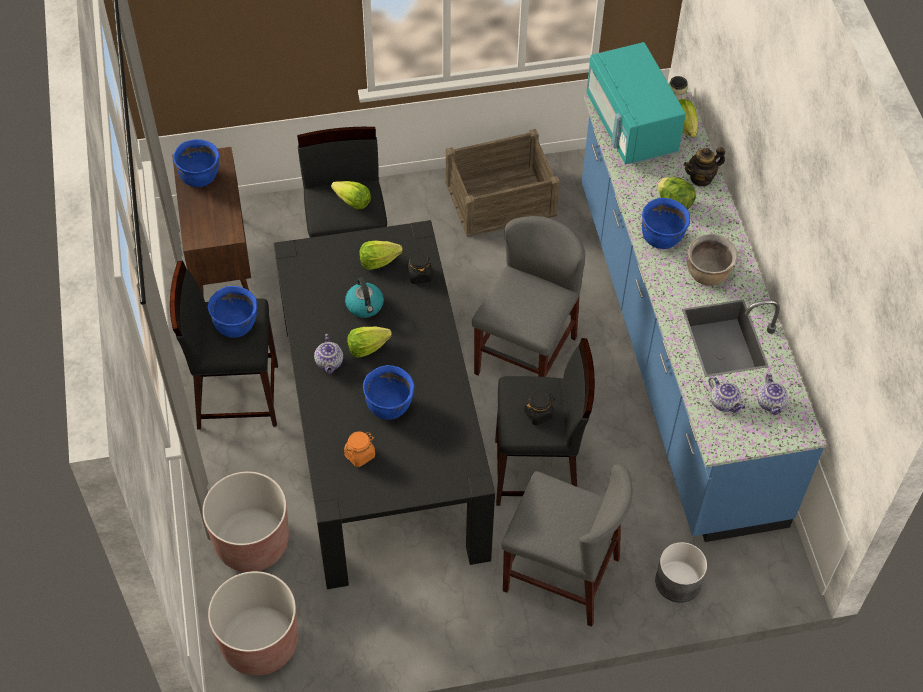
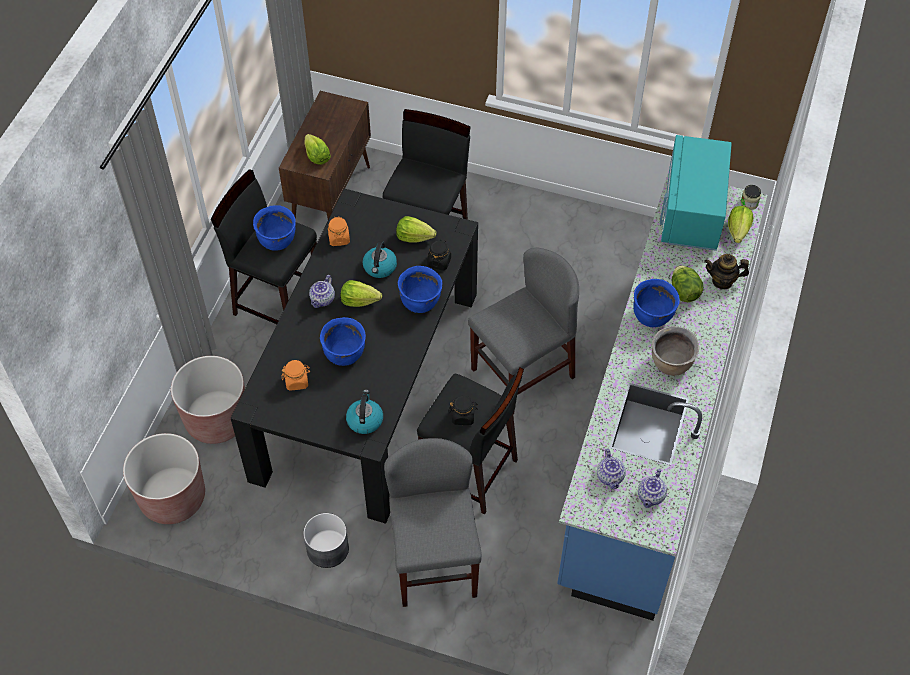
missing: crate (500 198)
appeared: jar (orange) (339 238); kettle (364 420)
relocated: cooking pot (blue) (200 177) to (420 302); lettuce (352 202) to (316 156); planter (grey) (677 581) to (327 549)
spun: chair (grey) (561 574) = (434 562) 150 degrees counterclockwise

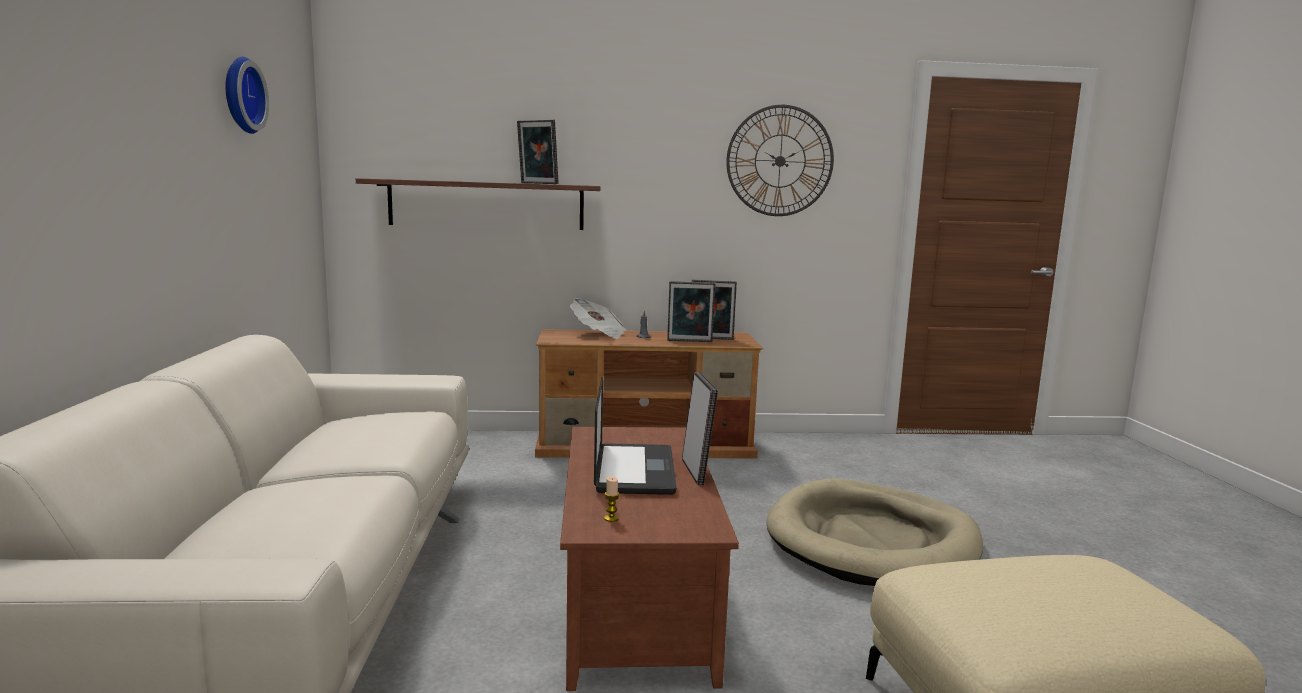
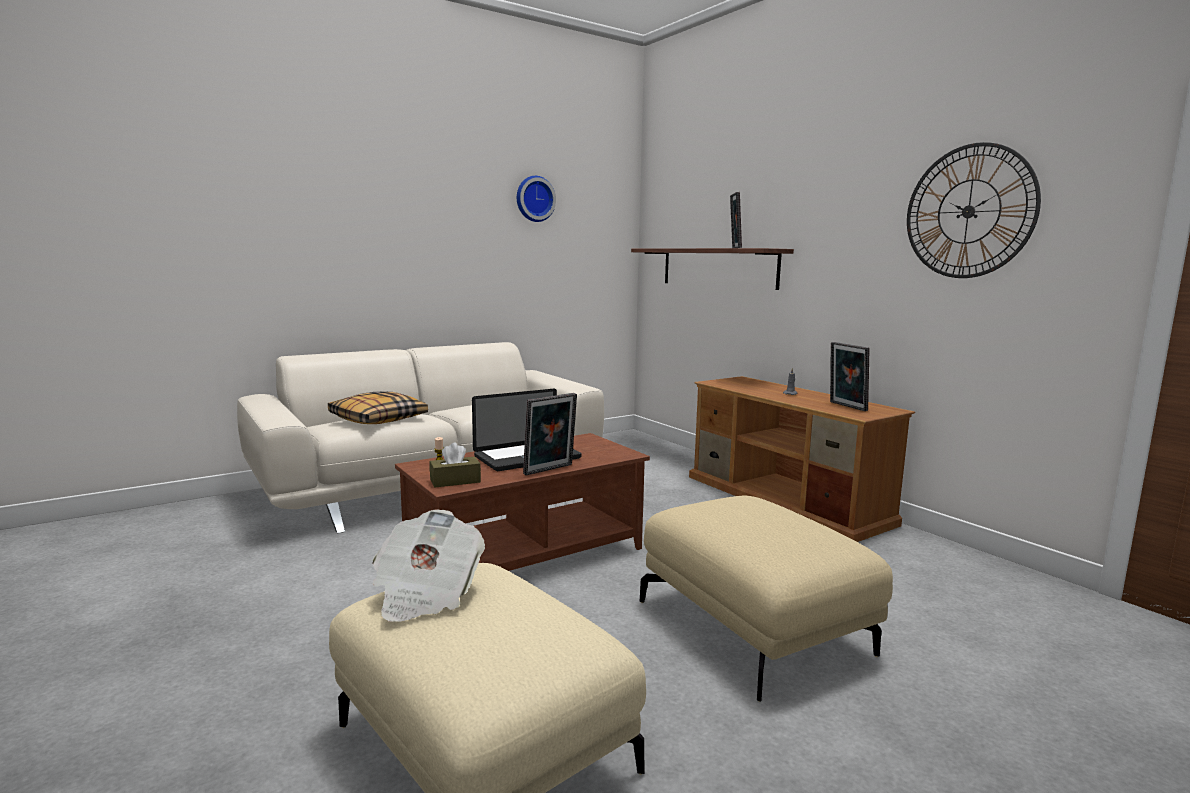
missing: picture frame (689 341)
appeared: pillow (377 419); tissue box (brown) (455 481)
relocated: newspaper (598 334) to (426 593)
exchanged: dog bed (beige) (872 541) to ottoman (beige) (755 627)

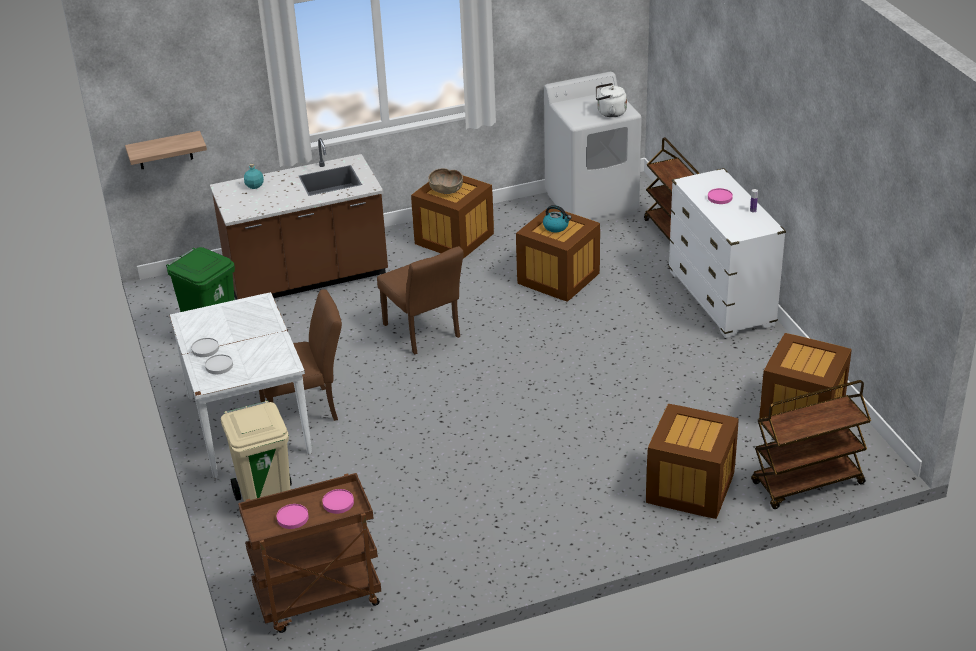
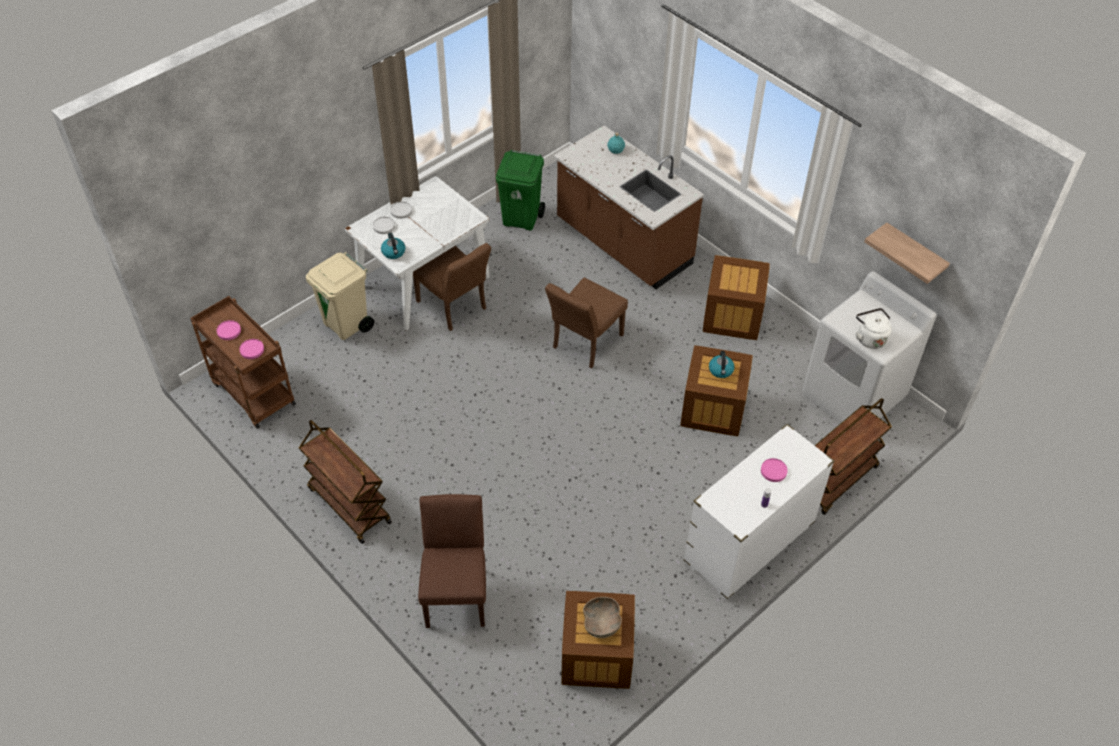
appeared: kettle (394 252)
relocated: shelf (165 150) to (914 253); bowl (brown) (446 190) to (602 624); cart (brown) (807 484) to (348 505)
exchanged: crate (690 488) to chair (brown) (456 591)

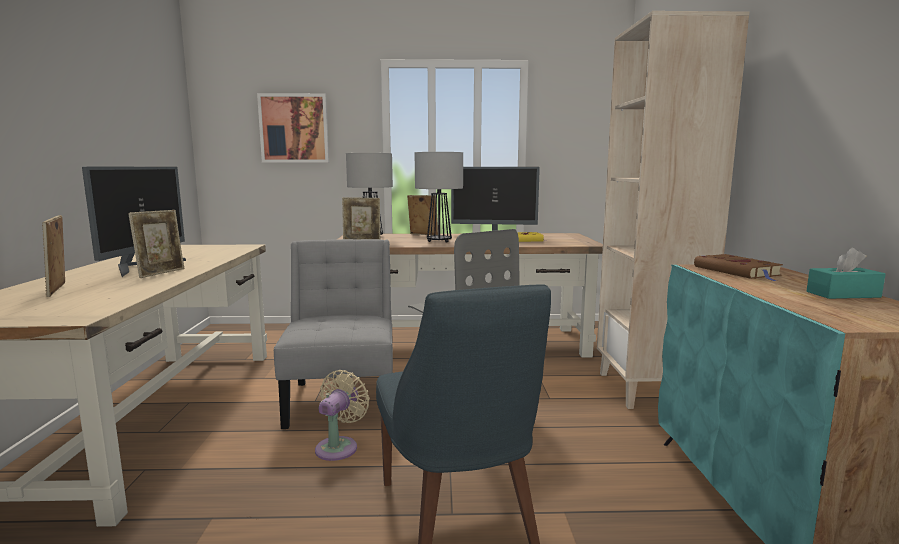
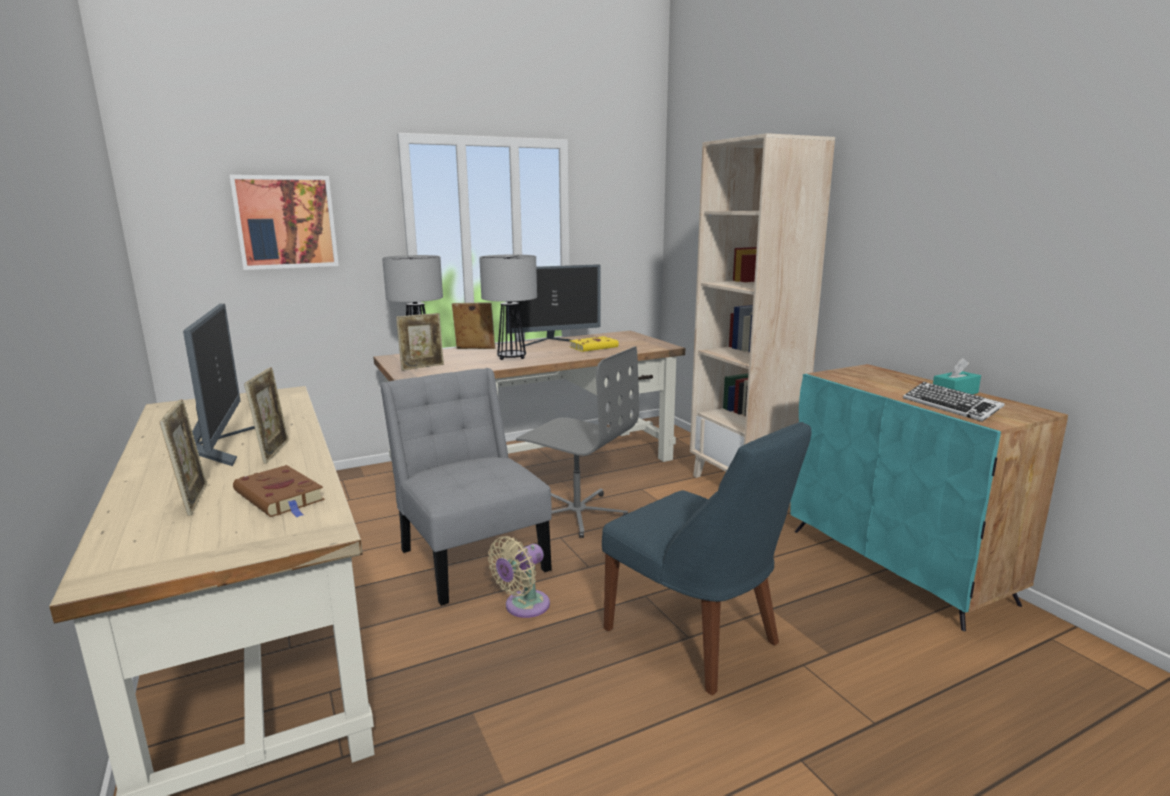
appeared: keyboard (950 407)
relocated: book (brown) (738 272) to (281 497)
spun: picture frame (59 290) = (193 500) 150 degrees counterclockwise; fan (beige) (339 446) = (523 607) 135 degrees counterclockwise

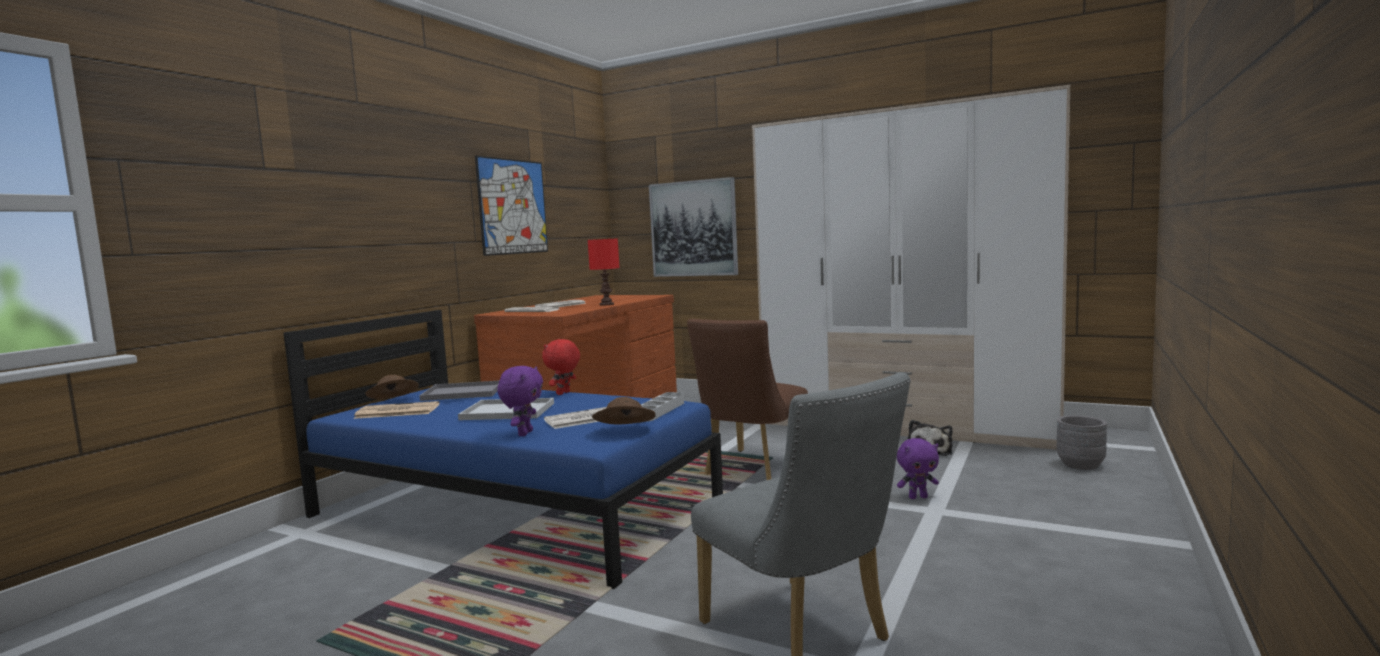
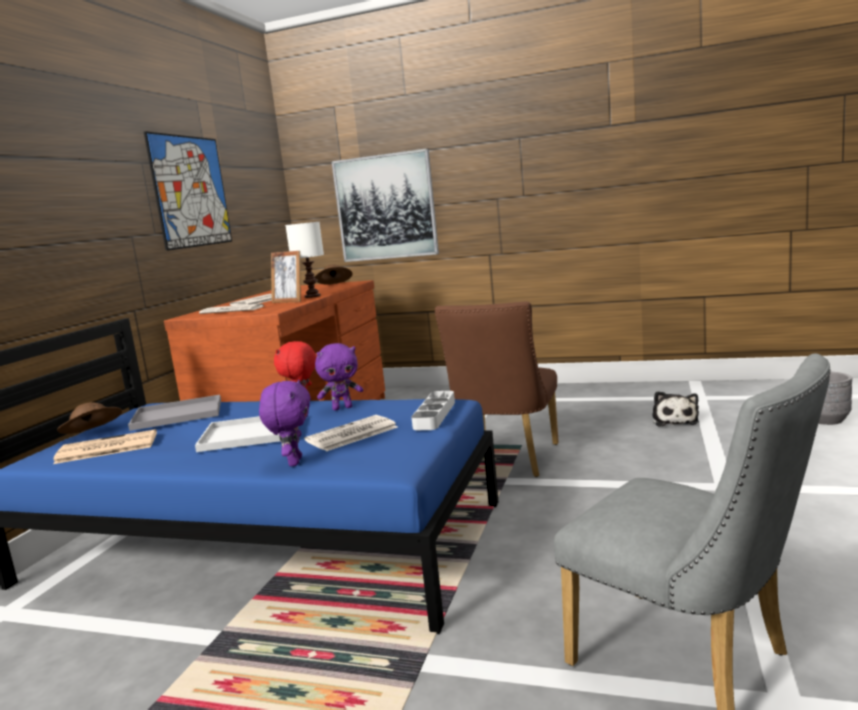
missing: wardrobe (908 425)
appeared: picture frame (289 301)
relocated: hat (brown) (624 431) to (334 285); plush toy (purple) (918 497) to (342 408)
colour: table lamp (red) (606 304) to table lamp (white) (312 296)

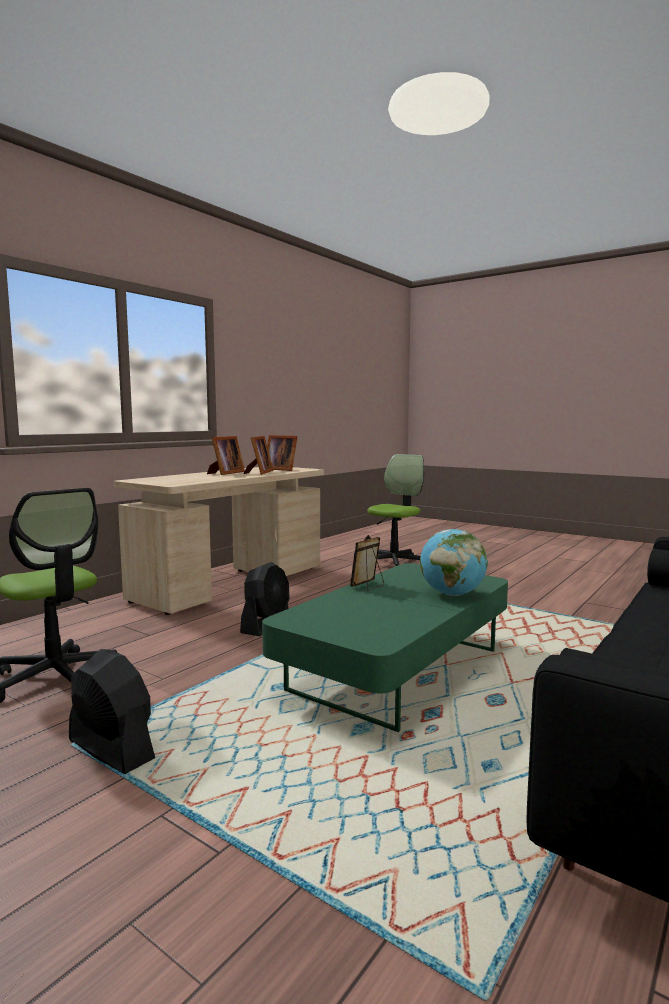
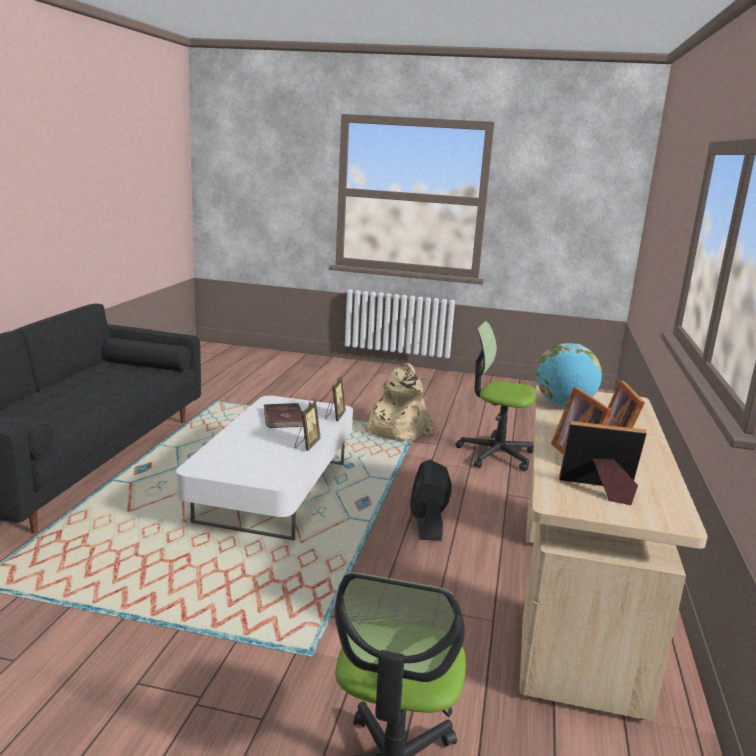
appeared: book (brown) (283 418); picture frame (334 417)
relocated: globe (452 594) to (564 405)
exchanged: fan (black) (110 749) to backpack (beige) (396 429)
colour: coffee table (green) (397 670) to coffee table (white) (274 491)

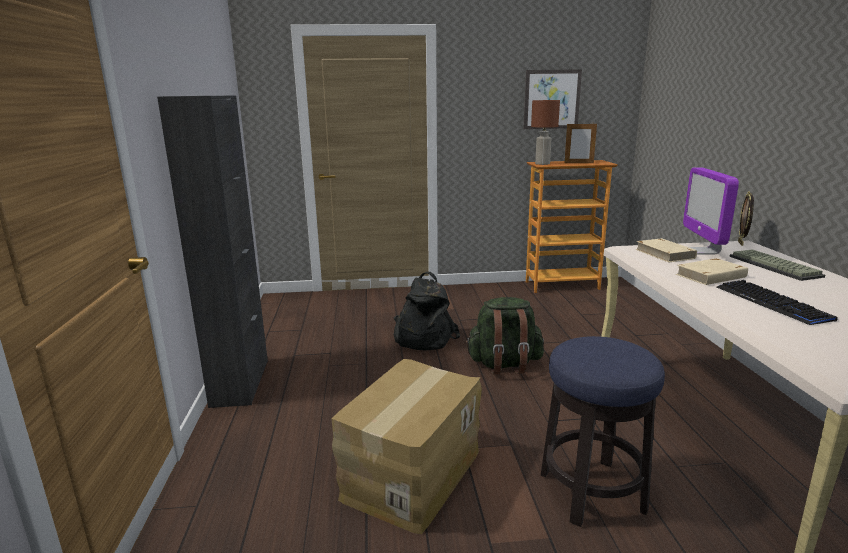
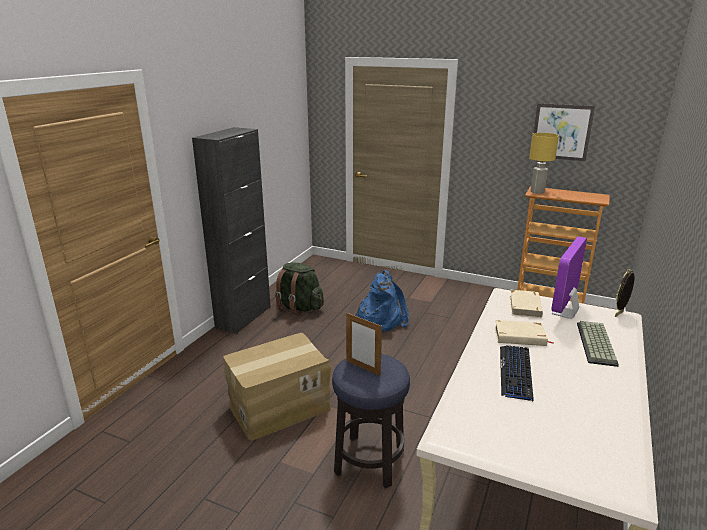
relocated: backpack (green) (504 364) to (299 308); picture frame (579 163) to (363 368)
colour: backpack (black) (422 338) to backpack (blue) (381 319); table lamp (brown) (542 164) to table lamp (yellow) (537 192)

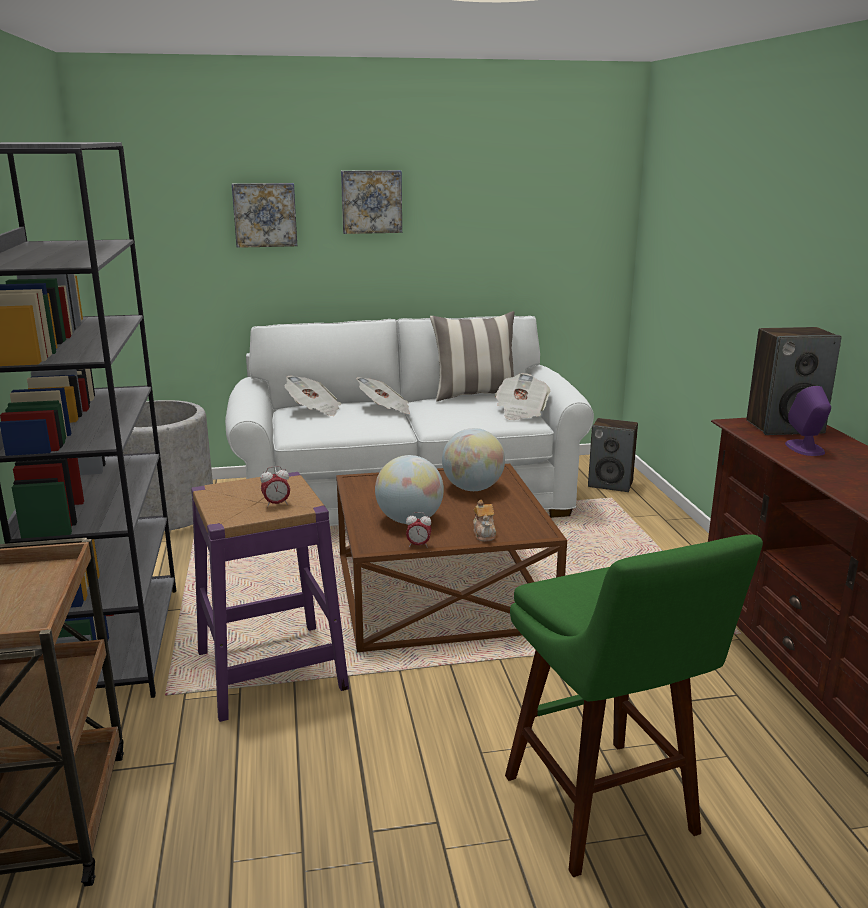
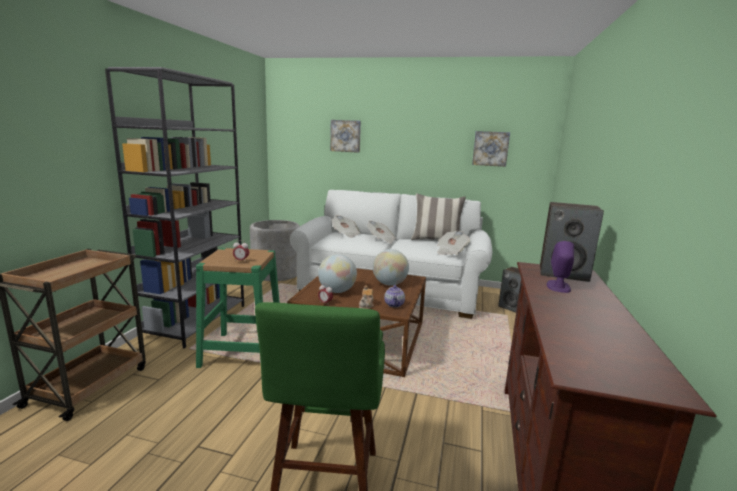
appeared: teapot (394 305)
relocated: picture (371 201) to (490 148)
colour: stool (purple) (271 669) to stool (green) (242 351)

